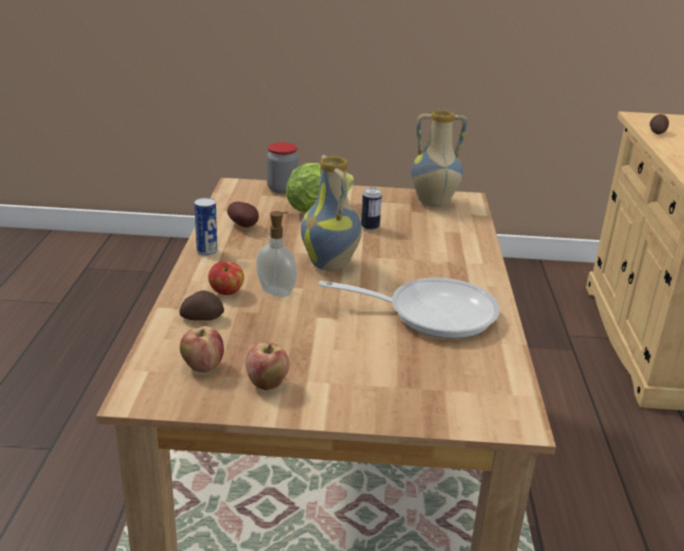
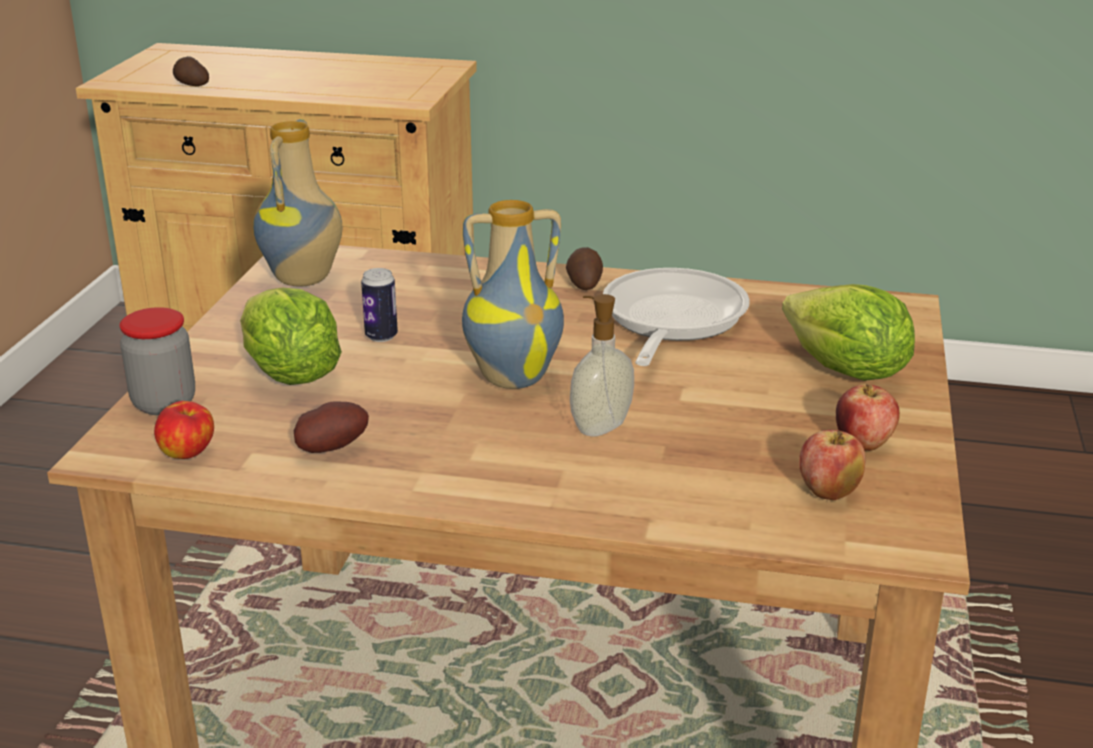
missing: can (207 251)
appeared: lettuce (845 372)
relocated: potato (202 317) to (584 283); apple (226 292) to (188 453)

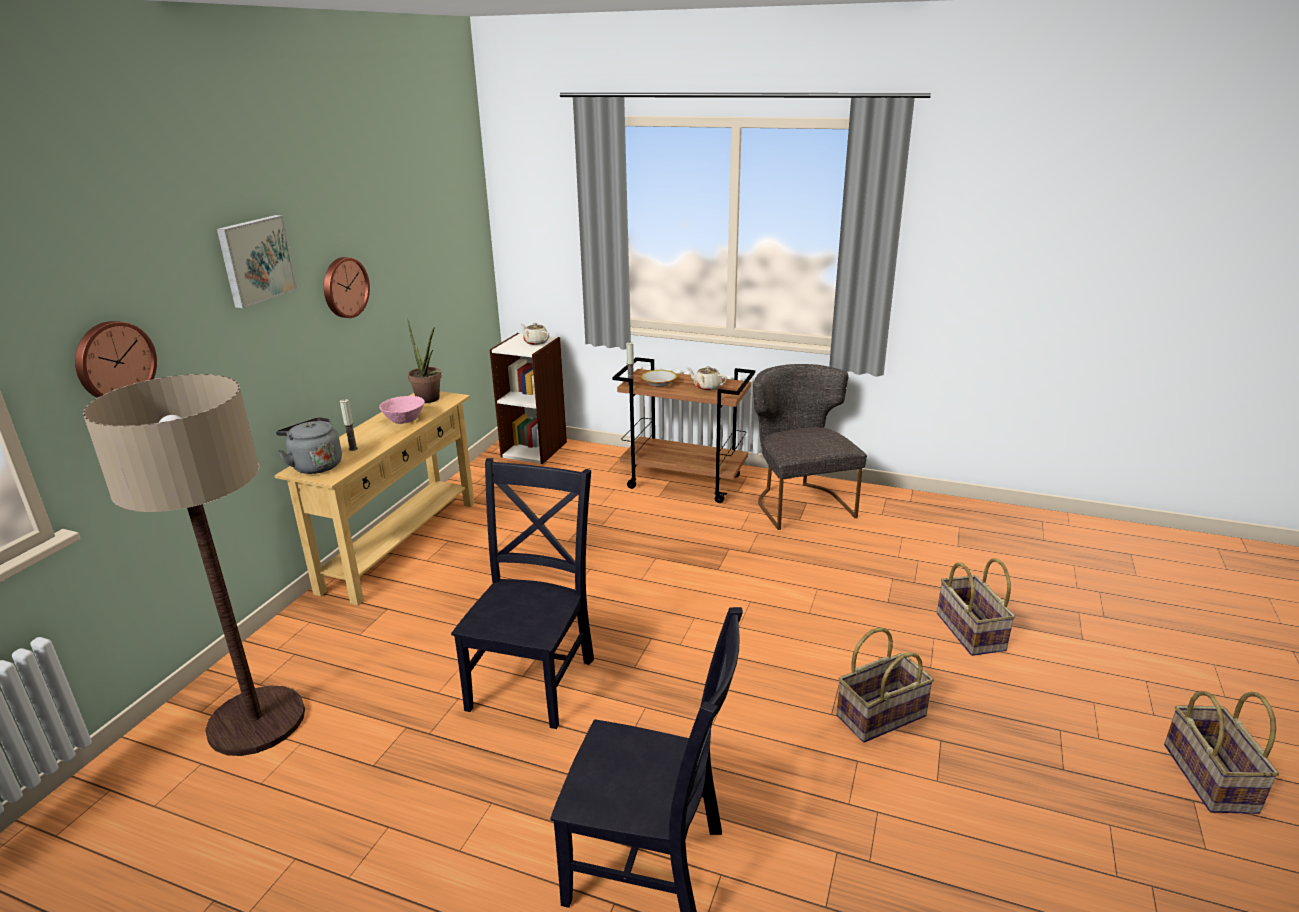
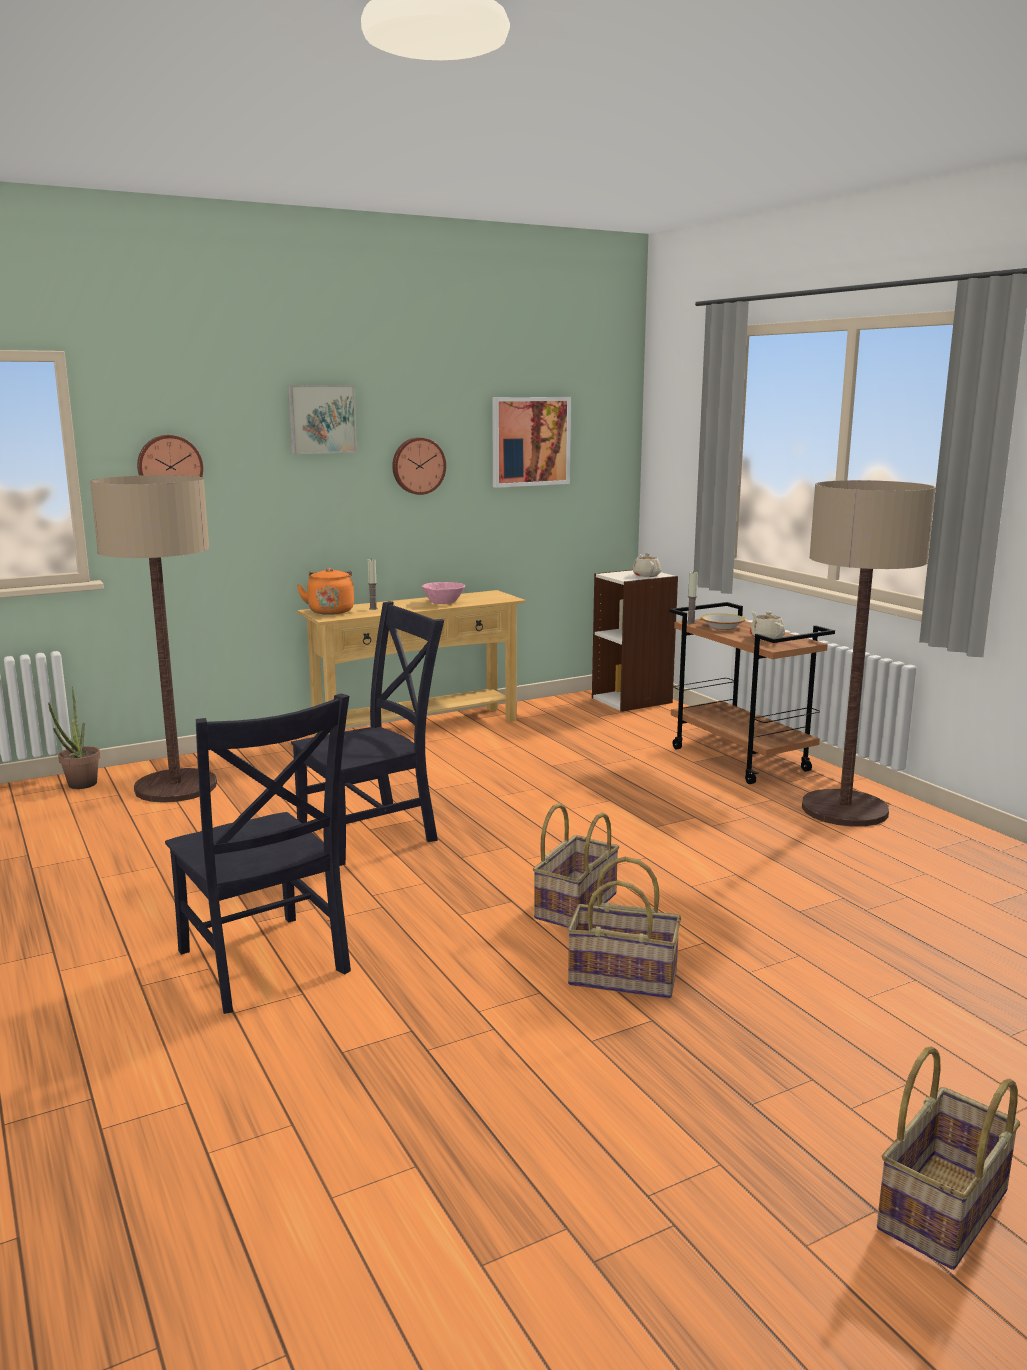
appeared: picture (530 441)
relocated: potted plant (430 400) to (79 786); basket (968 631) to (575 905)
exchanged: chair (grey) (799 502) to floor lamp (844 810)
colour: kettle (grey) (315 465) to kettle (orange) (330 611)

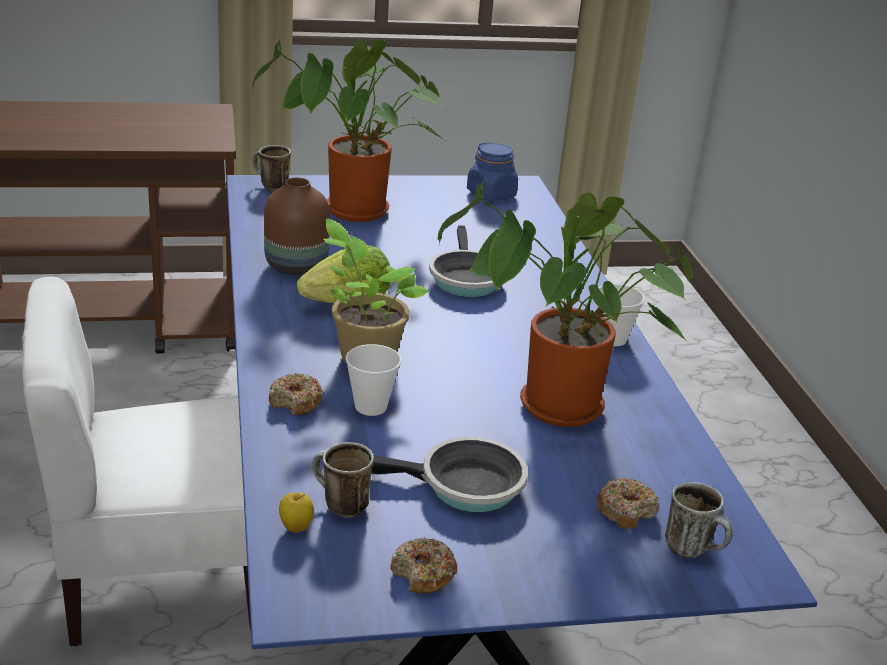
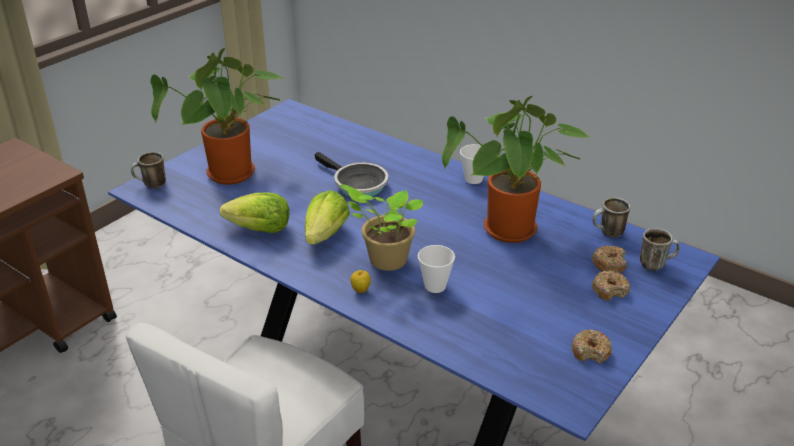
missing: frying pan (462 485); jar (blue) (491 194)
relocated: donut (296 402) to (609 290); apple (296 528) to (360 290); mug (338 505) to (608 233)
exchanged: vase (brown) (296 267) to lettuce (260 230)

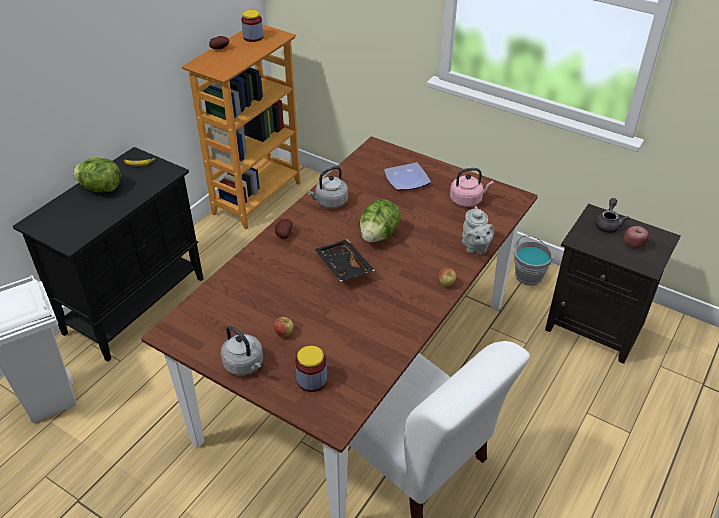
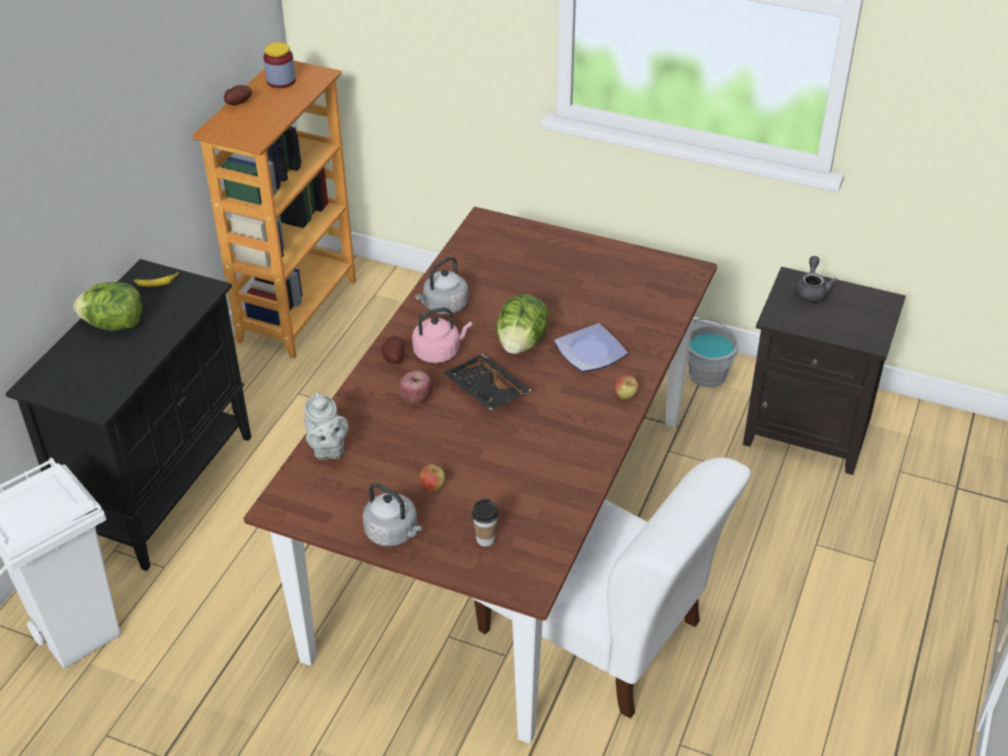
relocated: plate (406 179) to (589 352); kettle (pink) (467 200) to (439 352); teapot (grey) (475 248) to (327 449); apple (633 245) to (416 398)
exchanged: jar (312 380) to cup (485 539)

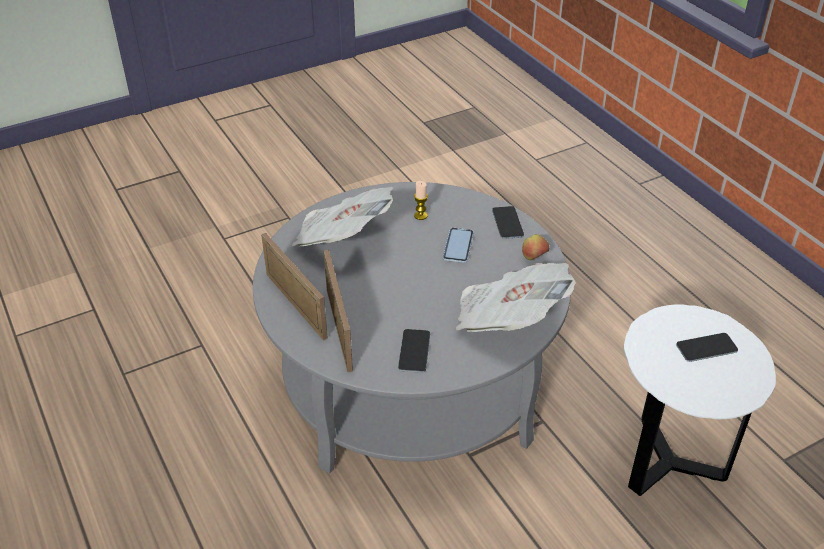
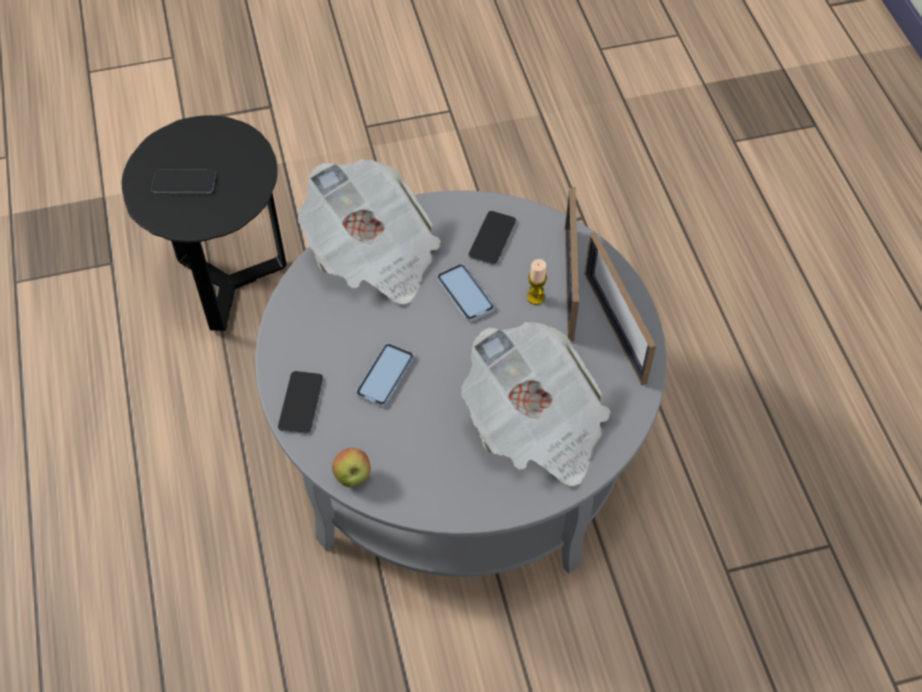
appeared: phone (465 293)
relocated: candle (420 215) to (535 297); apple (534 258) to (353 477)
colour: side table (white) (668 463) to side table (black) (228 285)

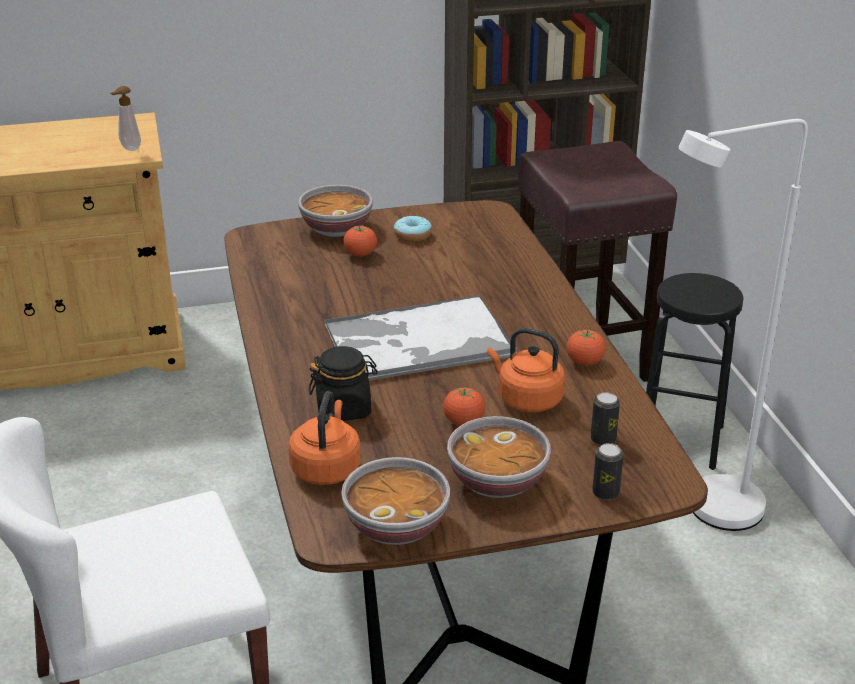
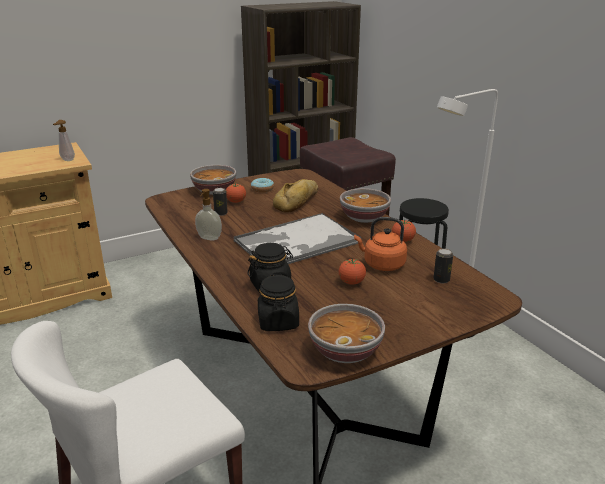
appeared: soap dispenser (209 238); bread (298 201)
relocated: bowl (497 482) to (364 218); can (605 492) to (221 213)
exchanged: kettle (orange) (326 468) to jar (black) (278 322)

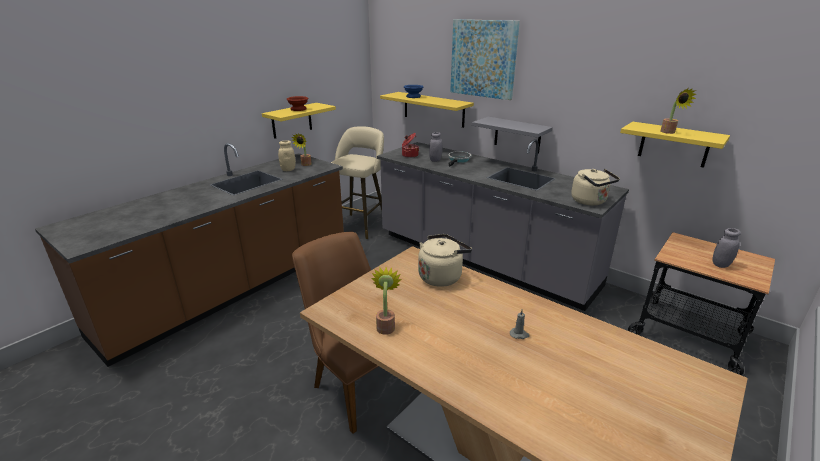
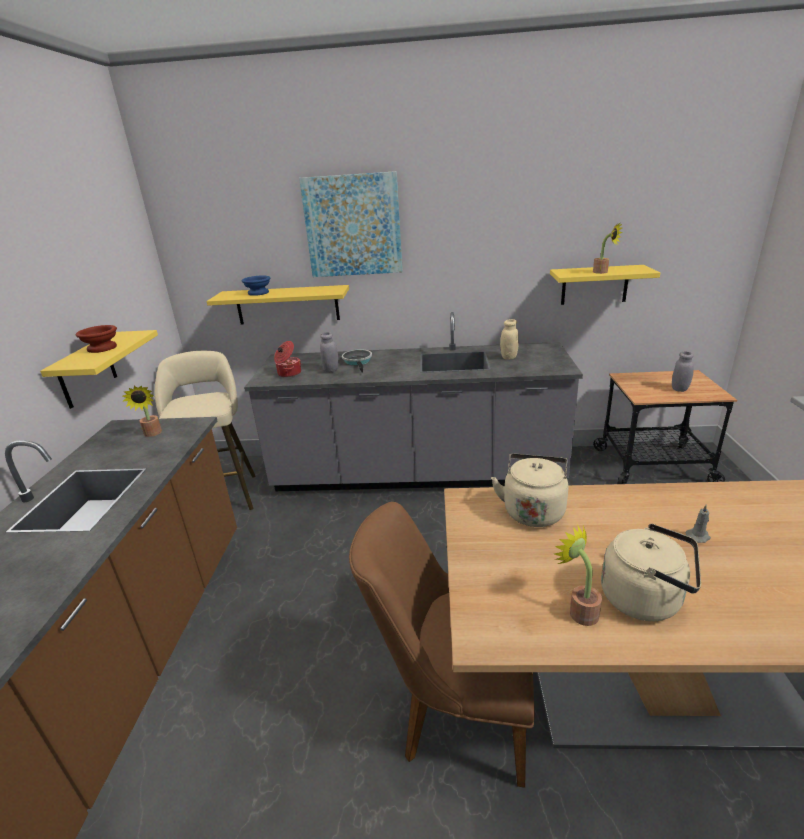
missing: shelf (grey) (517 135)
relocated: jar (beige) (288 170) to (508 357); kettle (beige) (590 201) to (645 599)

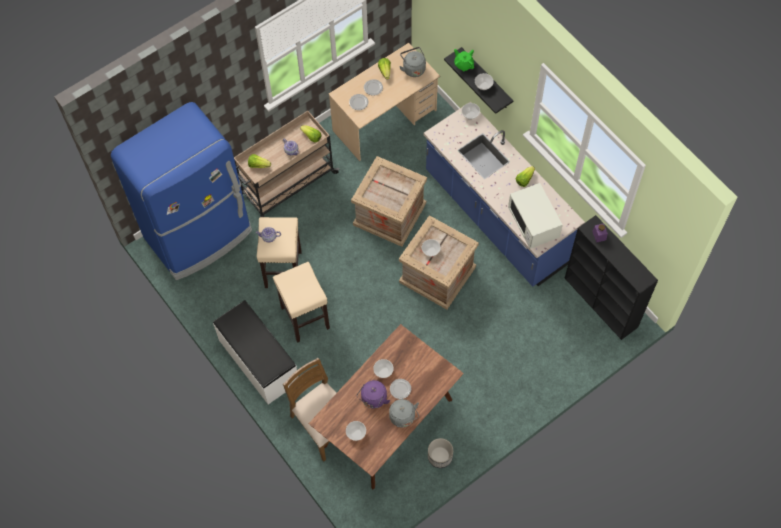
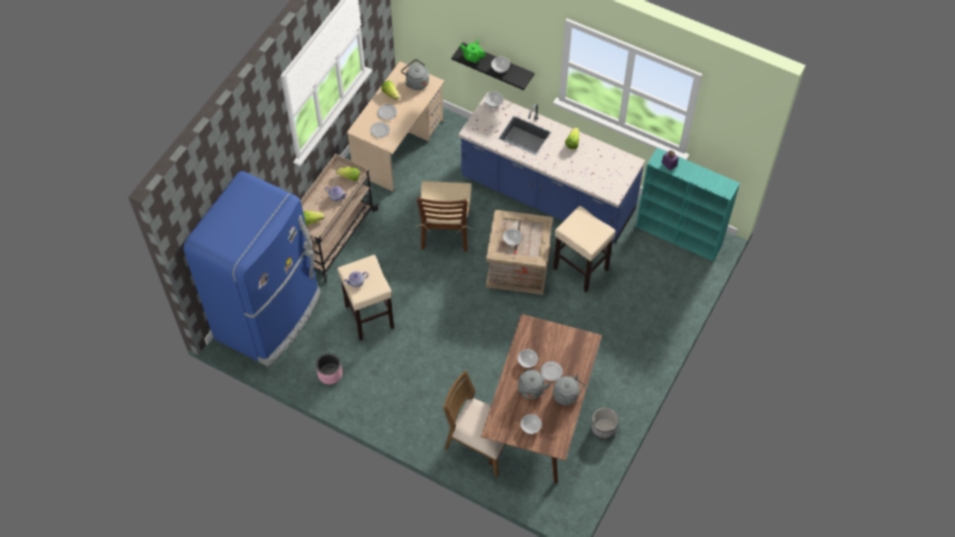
missing: bench (white) (258 361); microwave (white) (533 223)
appeared: planter (pink) (330 374)
relocated: stool (beige) (304 317) to (580 268)
exchanged: crate (389 214) to chair (brown) (445 229)
colour: kettle (purple) (373 399) to kettle (grey) (531 391); bookcase (black) (601 303) to bookcase (turquoise) (679 236)

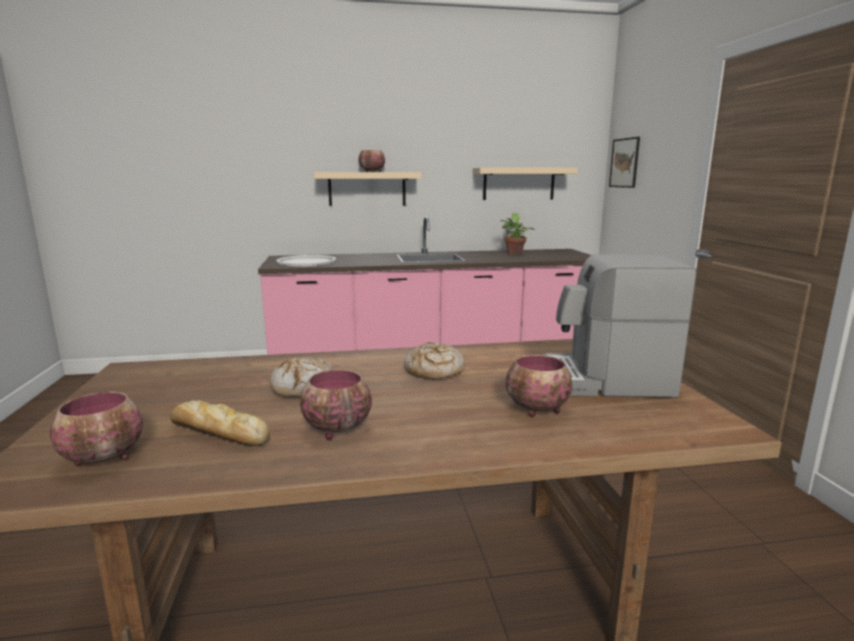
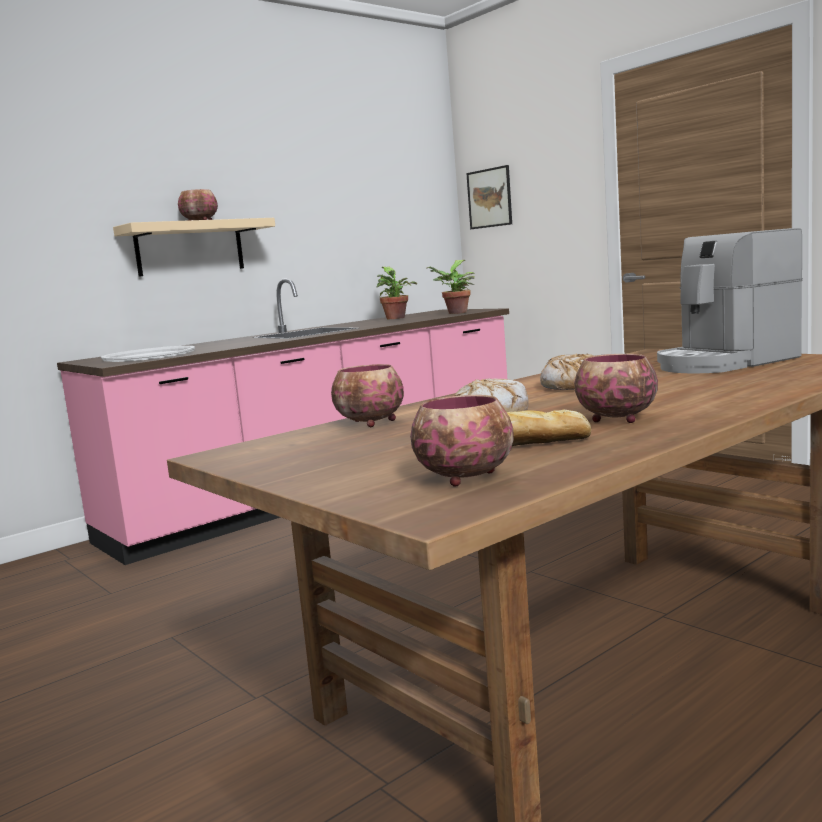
missing: shelf (beige) (518 183)
appeared: potted plant (455 313)
relocated: bowl (536 410) to (370 423)

